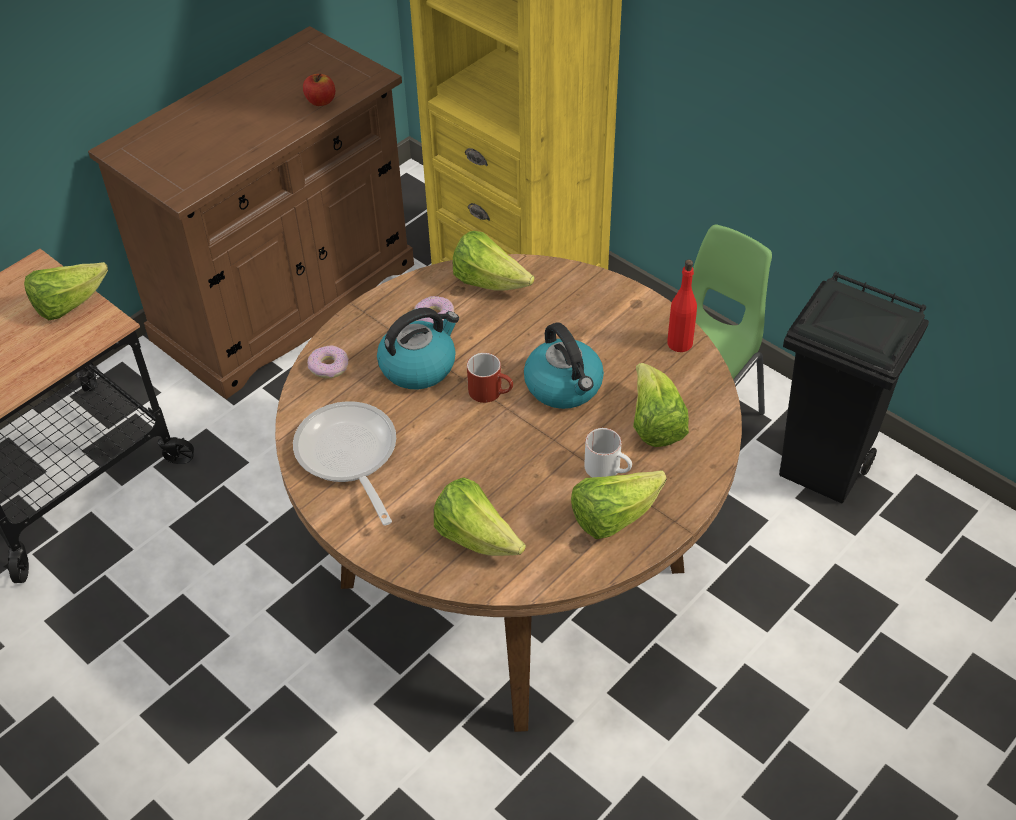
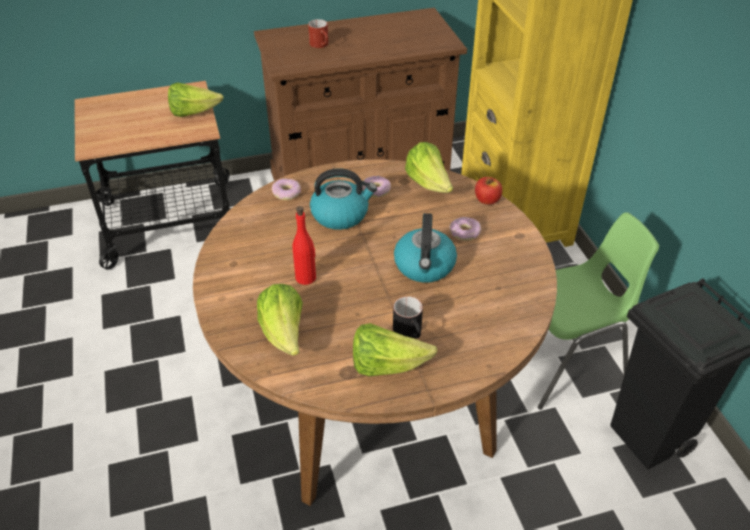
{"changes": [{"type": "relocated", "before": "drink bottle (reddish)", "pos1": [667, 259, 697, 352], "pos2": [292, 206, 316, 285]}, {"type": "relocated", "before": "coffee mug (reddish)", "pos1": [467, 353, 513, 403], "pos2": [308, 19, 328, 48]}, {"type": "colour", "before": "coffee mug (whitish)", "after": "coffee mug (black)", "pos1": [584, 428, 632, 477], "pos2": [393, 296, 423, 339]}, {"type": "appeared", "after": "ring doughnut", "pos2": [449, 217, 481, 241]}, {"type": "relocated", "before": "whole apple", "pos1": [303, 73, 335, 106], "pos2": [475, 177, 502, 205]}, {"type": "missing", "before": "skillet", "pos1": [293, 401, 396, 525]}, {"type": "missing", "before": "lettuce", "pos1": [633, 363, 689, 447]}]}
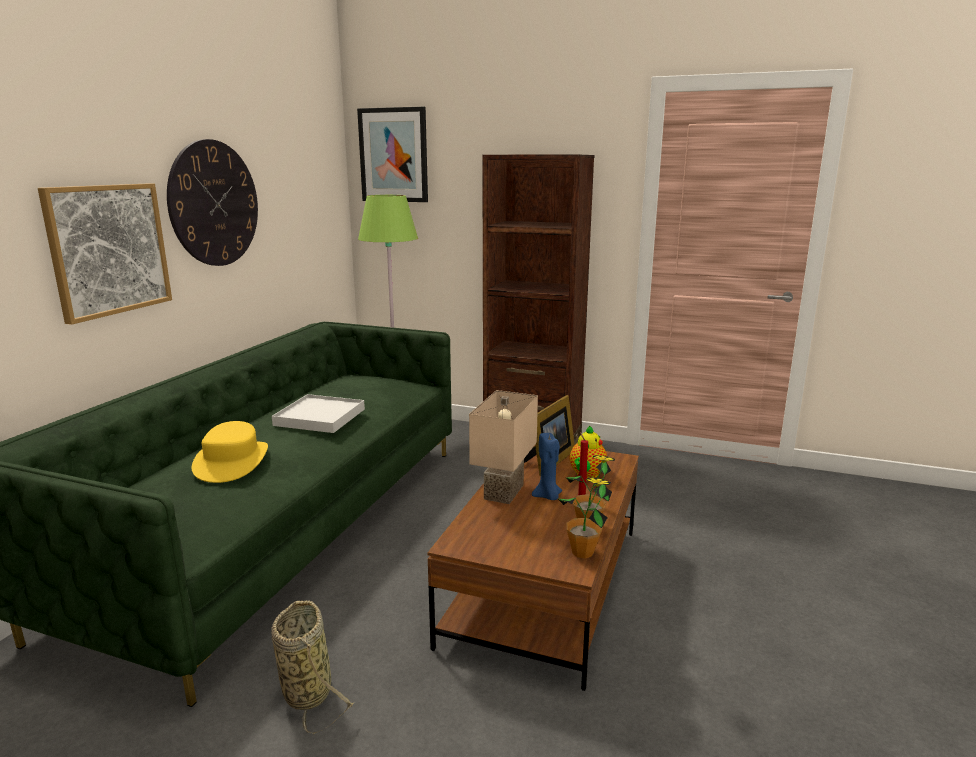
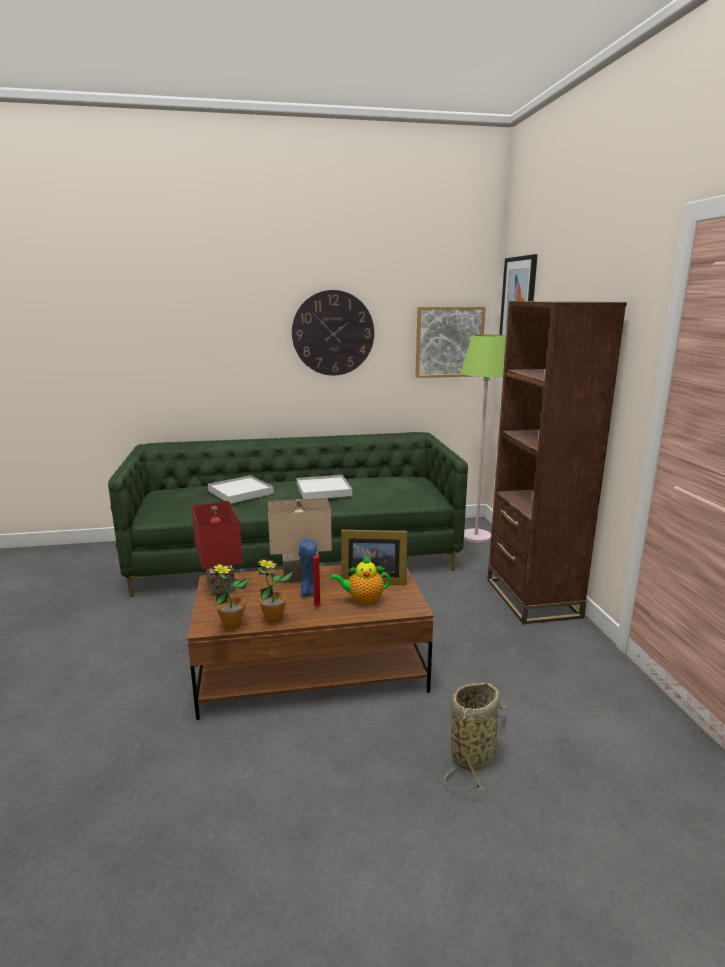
{"changes": [{"type": "appeared", "after": "tabletop lamp (reddish)", "pos2": [191, 501, 243, 597]}, {"type": "exchanged", "before": "clothing hat (yellow)", "after": "tray (whitish)", "pos1": [192, 421, 268, 483], "pos2": [208, 475, 274, 504]}, {"type": "relocated", "before": "wall picture", "pos1": [38, 183, 172, 325], "pos2": [416, 307, 486, 378]}, {"type": "relocated", "before": "basket", "pos1": [271, 601, 355, 734], "pos2": [444, 683, 506, 789]}]}
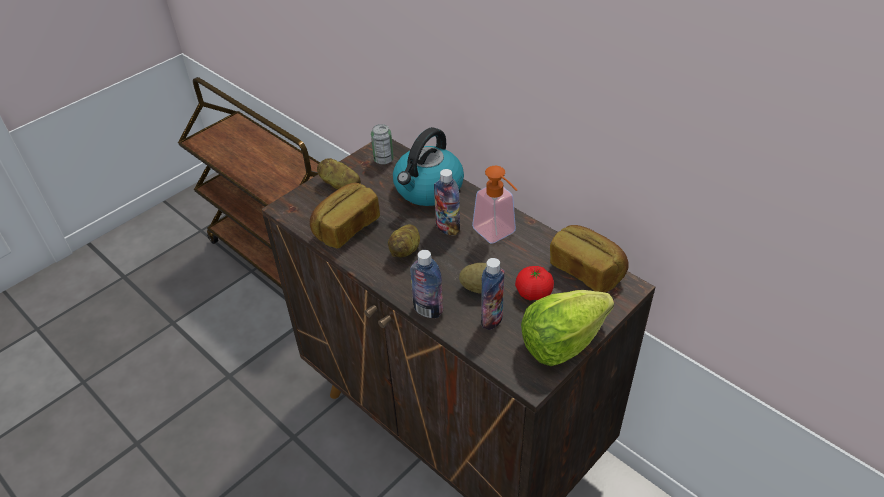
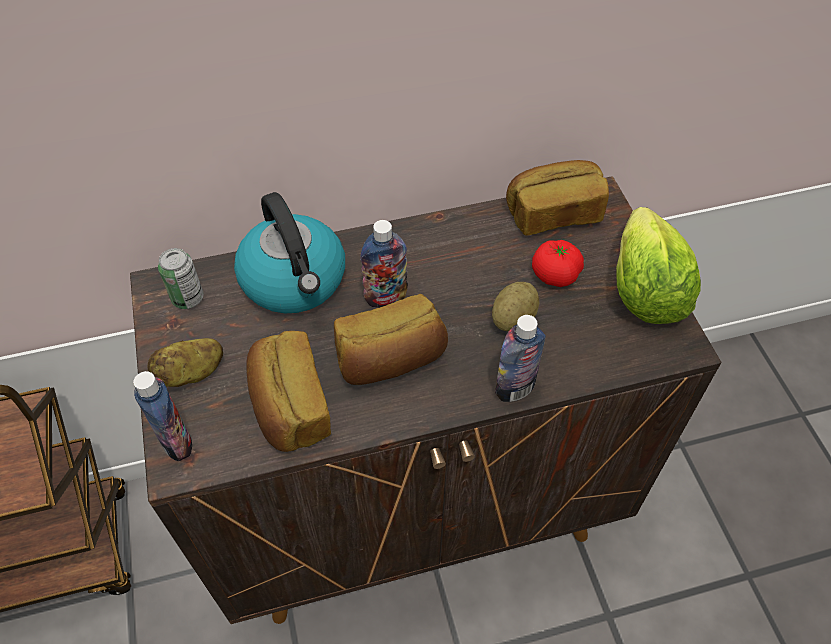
{"changes": [{"type": "relocated", "before": "drink bottle", "pos1": [481, 258, 505, 330], "pos2": [133, 371, 192, 461]}, {"type": "exchanged", "before": "whole potato", "after": "bakery bread", "pos1": [388, 224, 420, 258], "pos2": [334, 294, 448, 385]}, {"type": "missing", "before": "soap bottle", "pos1": [472, 166, 517, 244]}]}
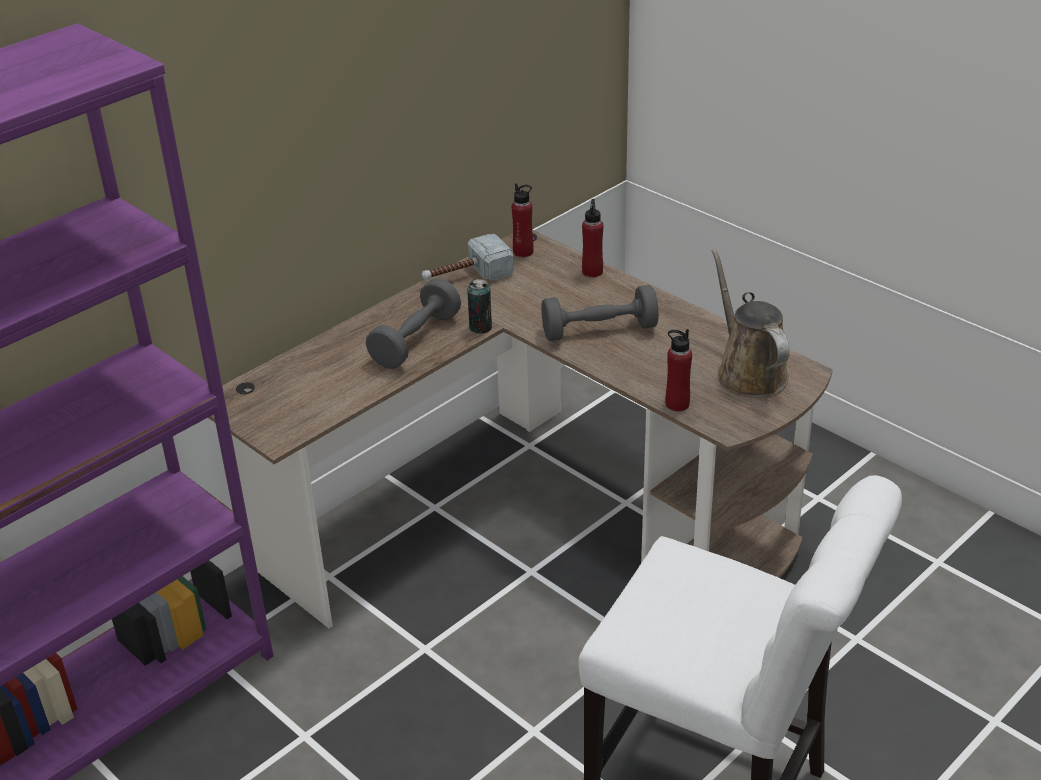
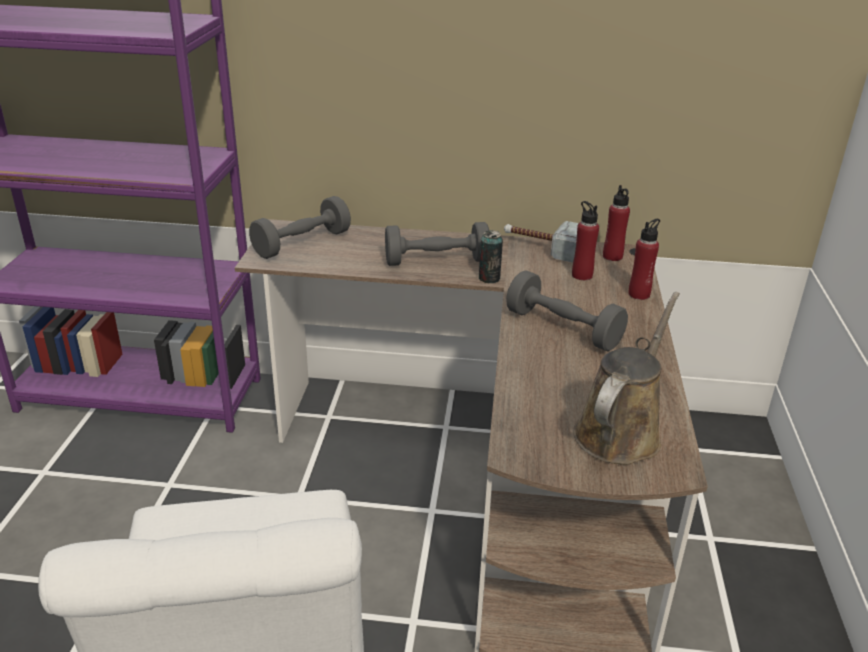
{"changes": [{"type": "appeared", "after": "dumbbell (grey)", "pos2": [249, 196, 351, 259]}, {"type": "relocated", "before": "drink bottle (reddish)", "pos1": [665, 329, 692, 411], "pos2": [572, 201, 599, 280]}]}
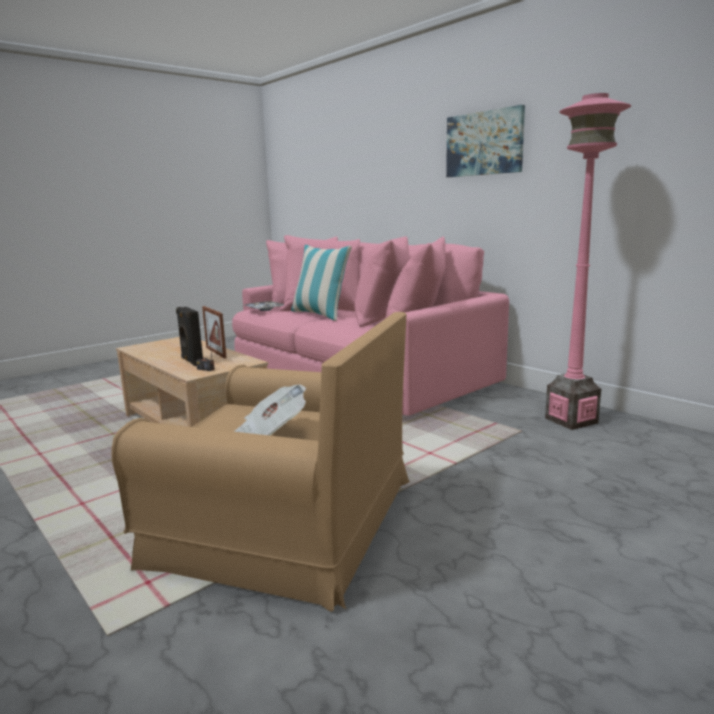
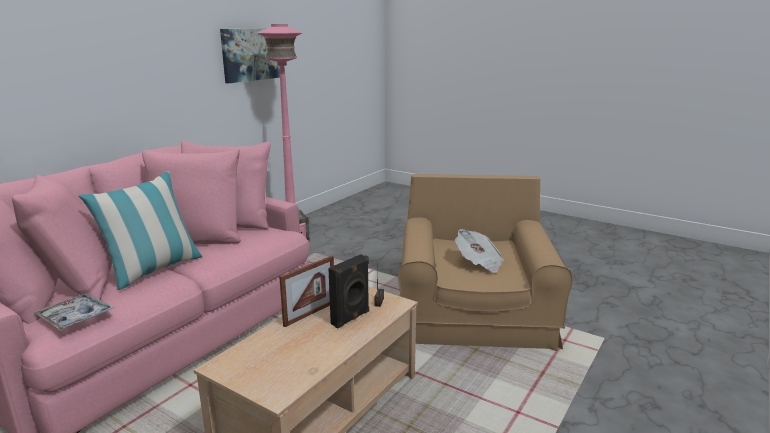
{"changes": [{"type": "relocated", "before": "wall picture", "pos1": [446, 105, 525, 177], "pos2": [220, 28, 280, 84]}]}
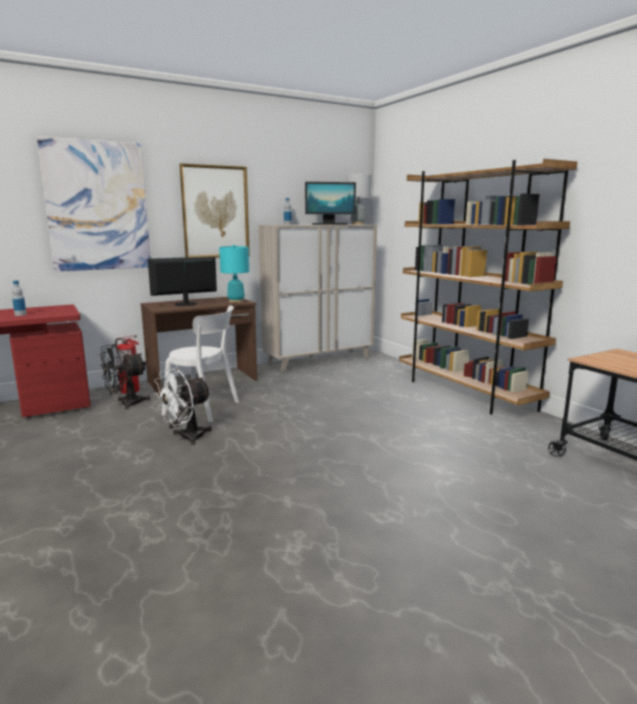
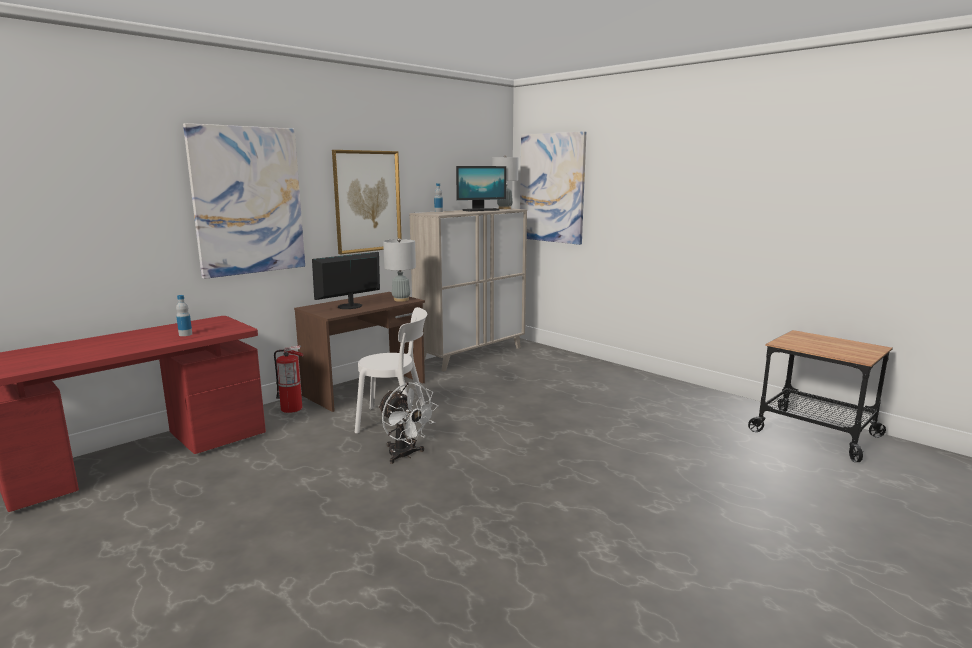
{"changes": [{"type": "spun", "before": "cooling fan (whitish)", "pos1": [154, 368, 212, 445], "pos2": [378, 382, 439, 464], "turn": -75}, {"type": "colour", "before": "tabletop lamp (turquoise)", "after": "tabletop lamp (grey)", "pos1": [219, 244, 249, 303], "pos2": [383, 238, 416, 302]}, {"type": "appeared", "after": "wall picture", "pos2": [520, 131, 586, 245]}, {"type": "missing", "before": "cooling fan (black)", "pos1": [100, 344, 150, 410]}, {"type": "missing", "before": "bookshelf (brownish)", "pos1": [399, 159, 577, 415]}]}
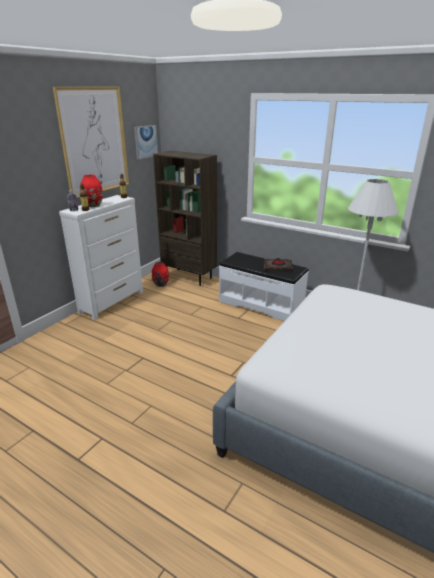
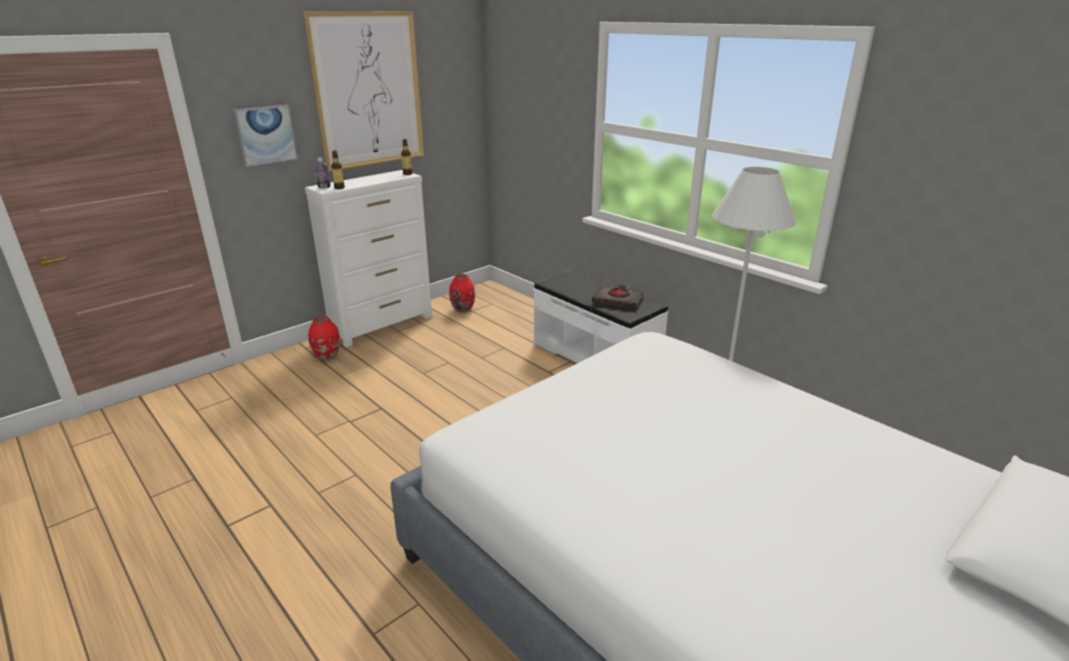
{"changes": [{"type": "relocated", "before": "wall picture", "pos1": [134, 125, 158, 160], "pos2": [233, 105, 298, 167]}, {"type": "relocated", "before": "decorative vase (reddish)", "pos1": [80, 175, 103, 207], "pos2": [308, 316, 340, 361]}, {"type": "missing", "before": "bookshelf (brownish)", "pos1": [153, 151, 217, 286]}]}
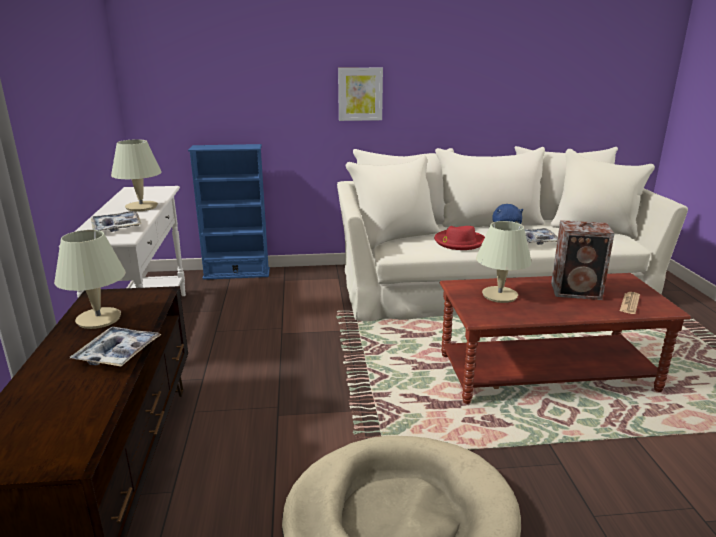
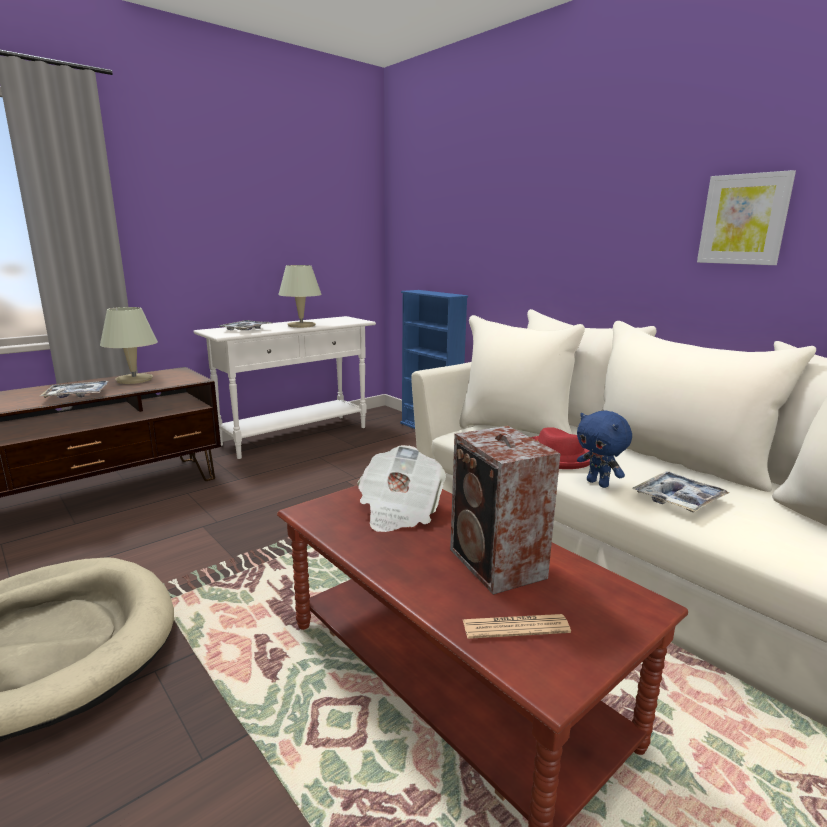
{"changes": [{"type": "exchanged", "before": "tabletop lamp (beige-coloured)", "after": "printed paper", "pos1": [476, 221, 532, 303], "pos2": [358, 445, 446, 532]}, {"type": "relocated", "before": "wall picture", "pos1": [338, 68, 383, 121], "pos2": [697, 170, 796, 265]}]}
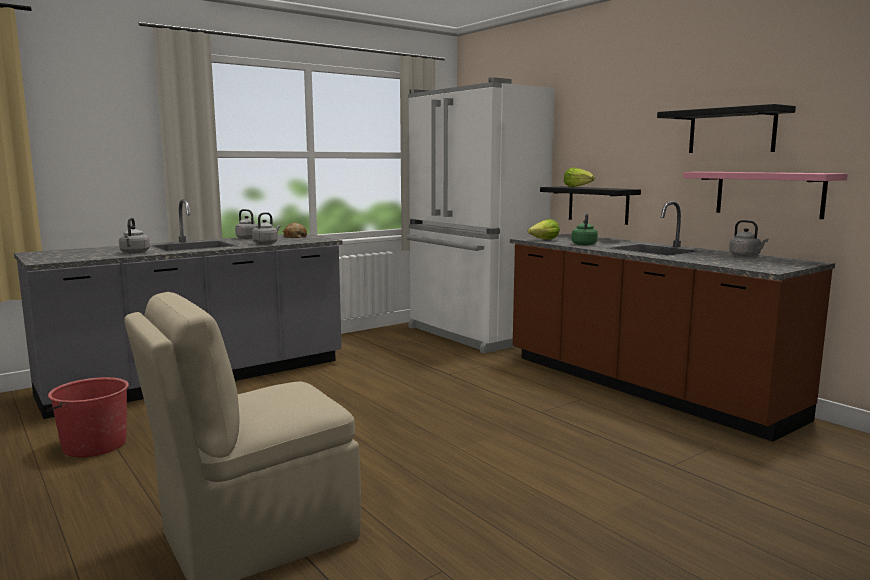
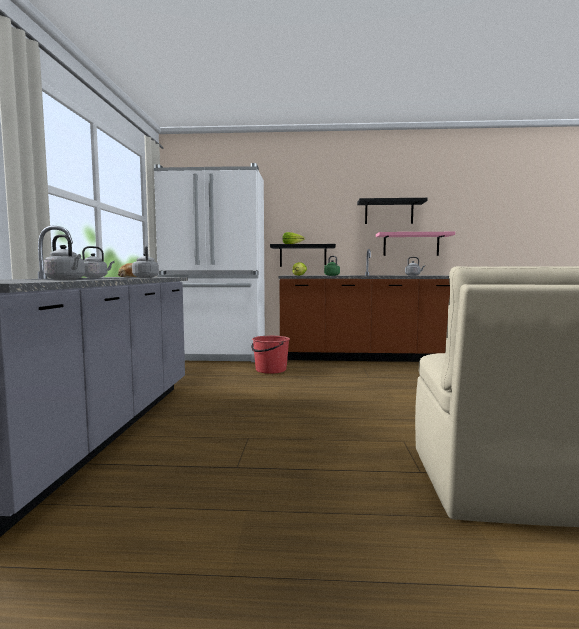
{"changes": [{"type": "relocated", "before": "bucket (reddish)", "pos1": [47, 377, 129, 457], "pos2": [251, 336, 290, 374]}]}
